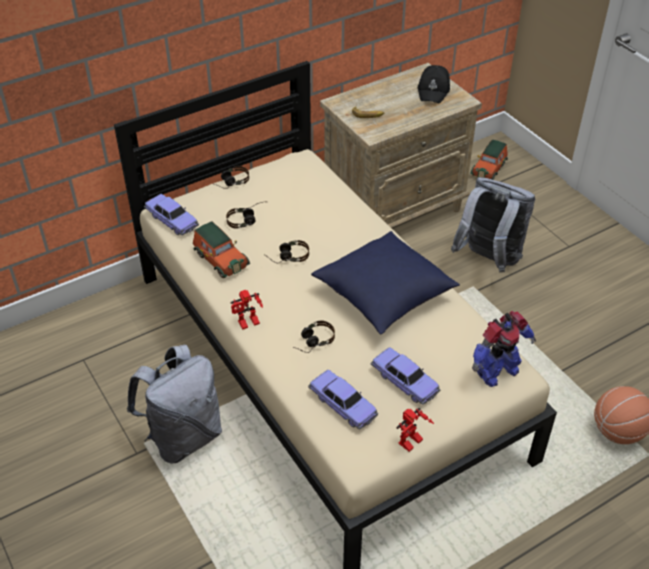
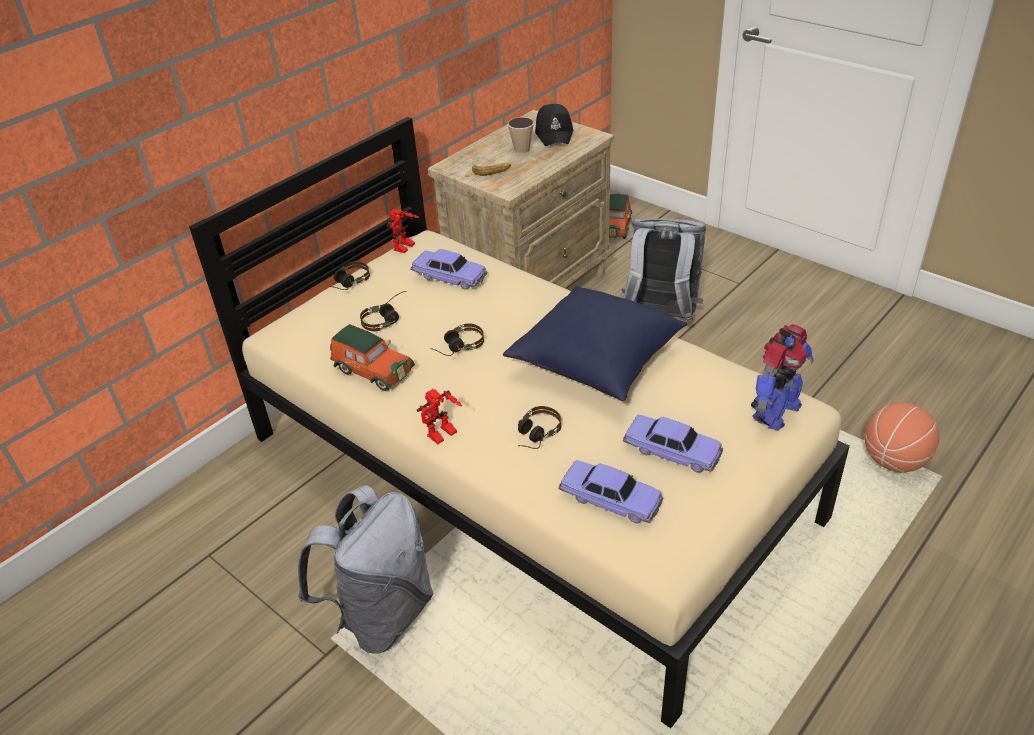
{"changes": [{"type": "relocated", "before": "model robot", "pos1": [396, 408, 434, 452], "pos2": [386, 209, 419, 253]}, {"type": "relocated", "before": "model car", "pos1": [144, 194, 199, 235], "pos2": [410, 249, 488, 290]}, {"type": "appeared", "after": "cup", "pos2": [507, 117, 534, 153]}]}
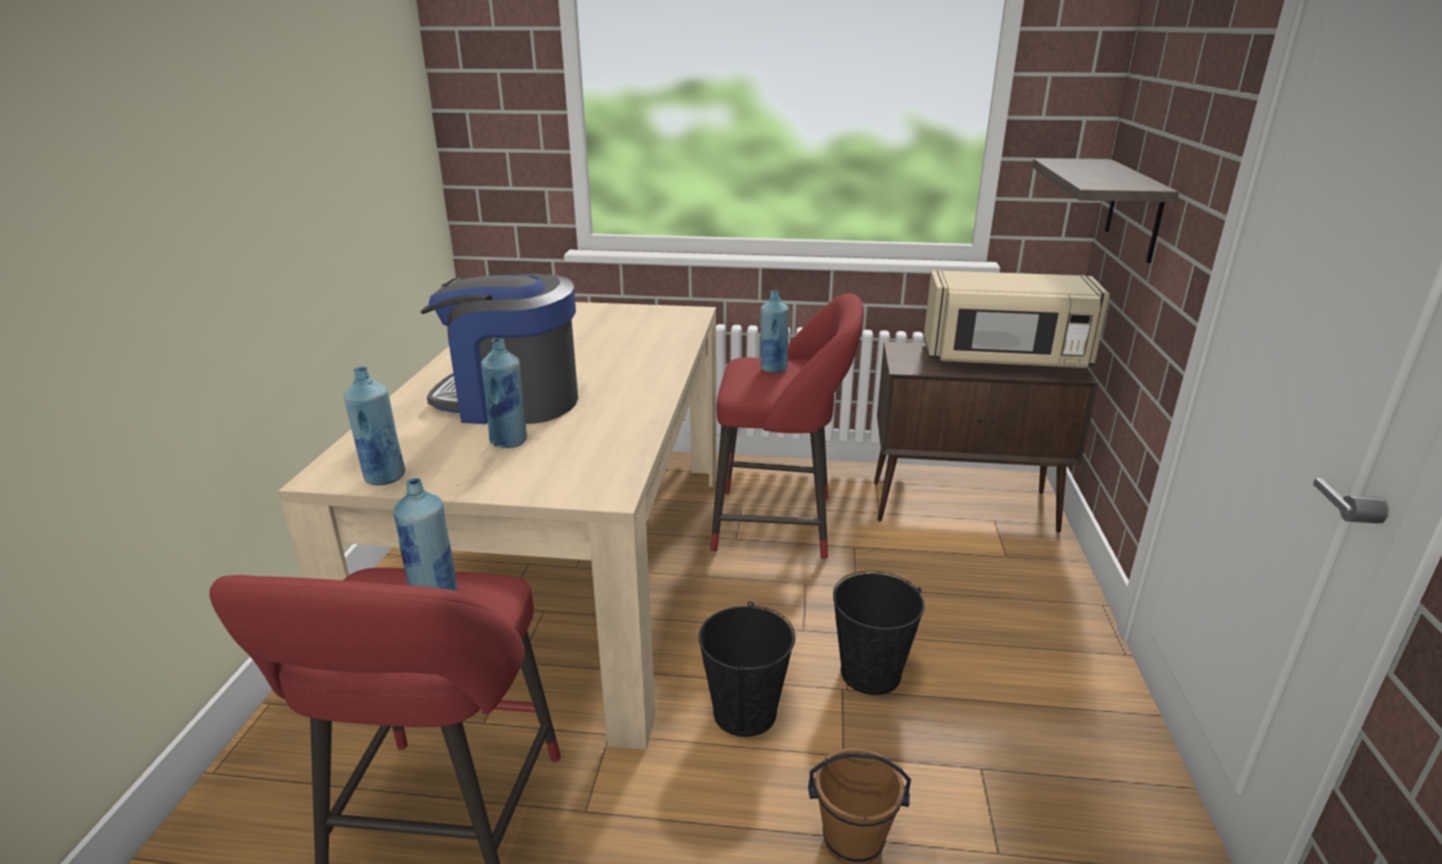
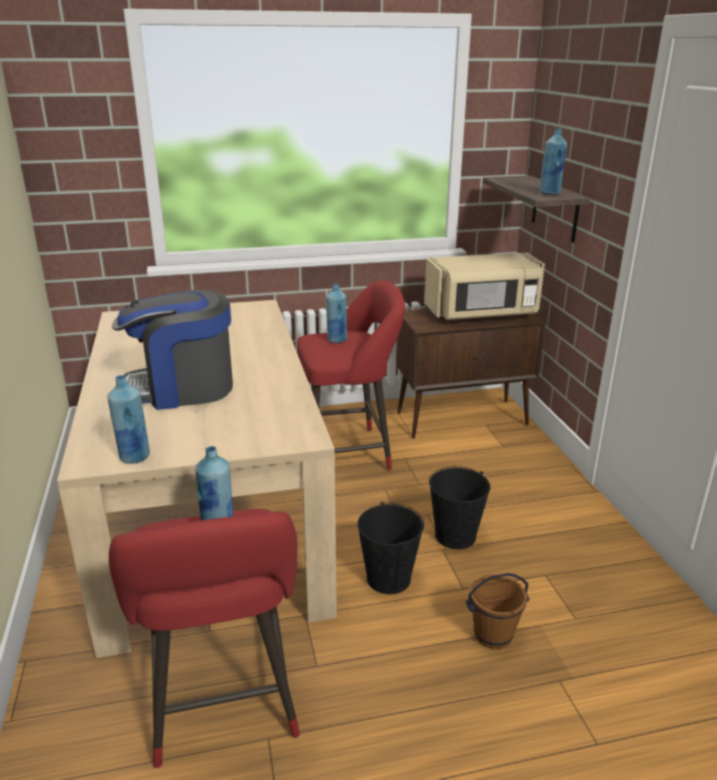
{"changes": [{"type": "relocated", "before": "drink bottle (bluish)", "pos1": [481, 338, 527, 448], "pos2": [539, 129, 567, 194]}]}
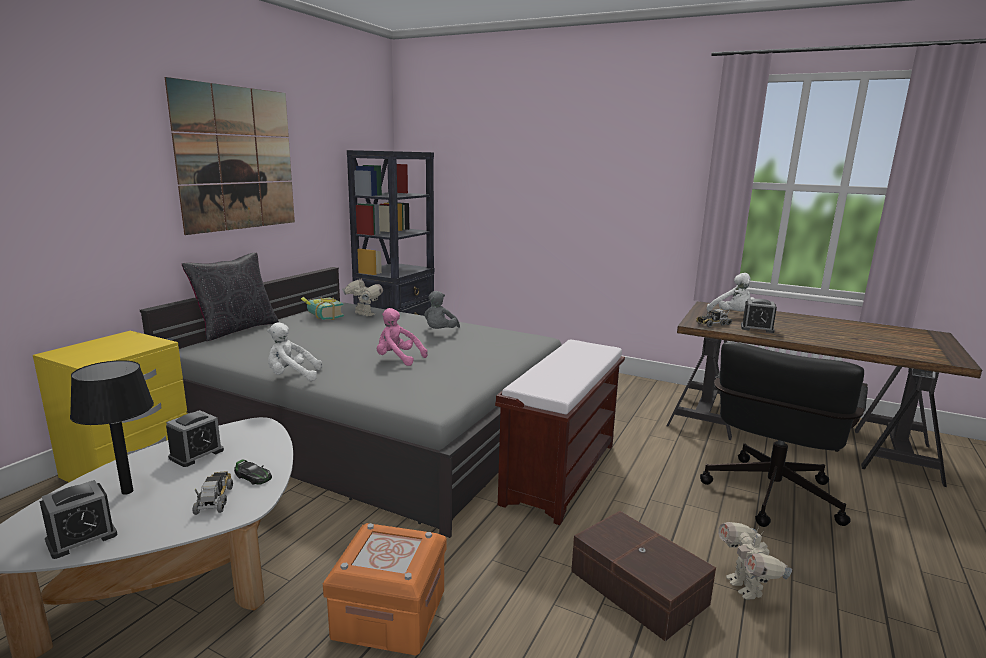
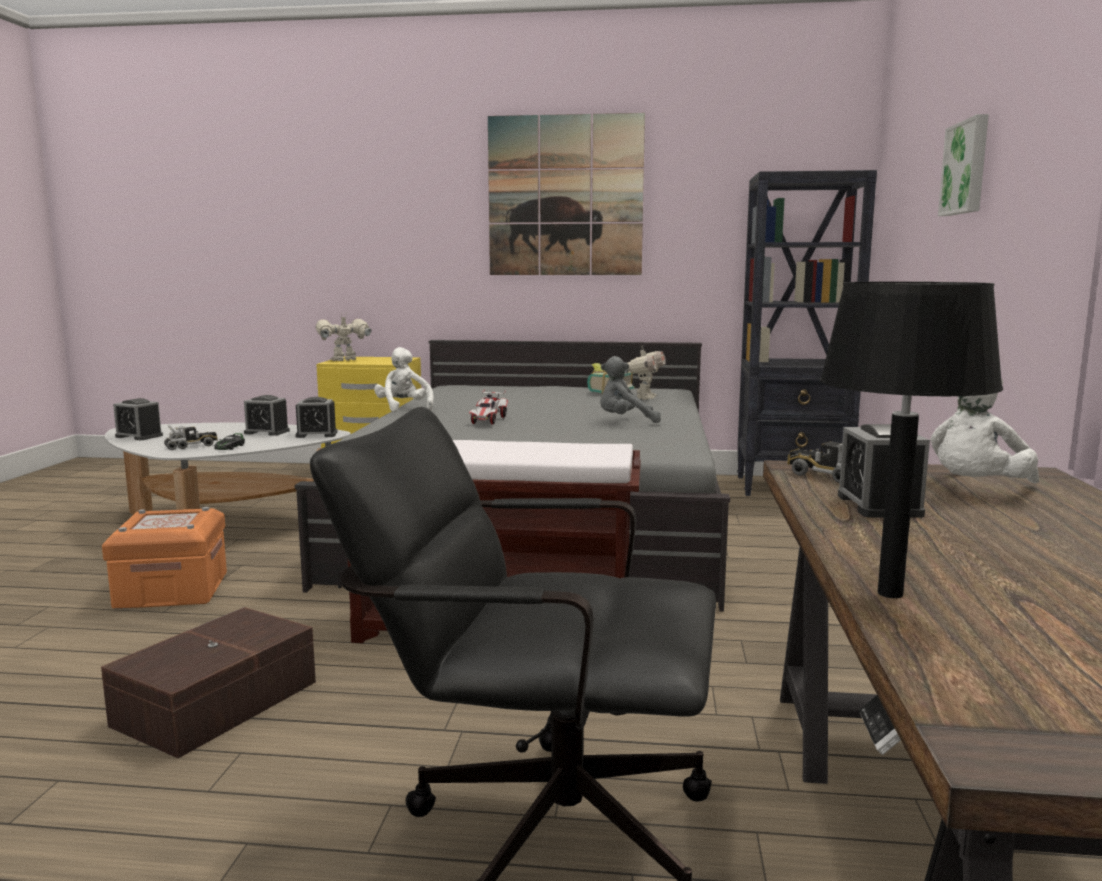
{"changes": [{"type": "appeared", "after": "bedside clock", "pos2": [295, 397, 338, 438]}, {"type": "relocated", "before": "model robot", "pos1": [718, 522, 792, 599], "pos2": [316, 314, 371, 361]}, {"type": "exchanged", "before": "plush toy (pink)", "after": "model car", "pos1": [377, 308, 428, 366], "pos2": [469, 389, 508, 425]}, {"type": "relocated", "before": "tabletop lamp (black)", "pos1": [70, 360, 154, 495], "pos2": [820, 282, 1003, 598]}, {"type": "appeared", "after": "wall picture", "pos2": [938, 114, 989, 216]}, {"type": "missing", "before": "pillow (black)", "pos1": [182, 253, 279, 341]}]}
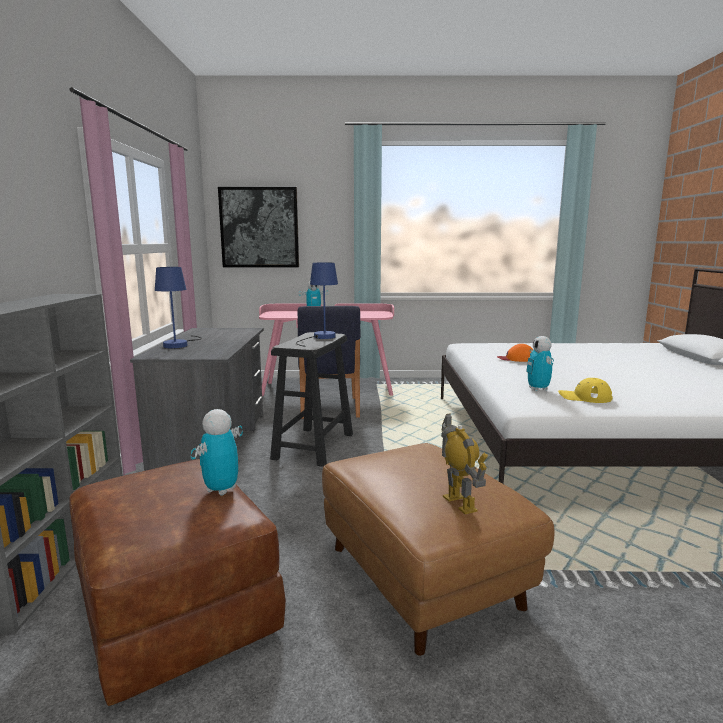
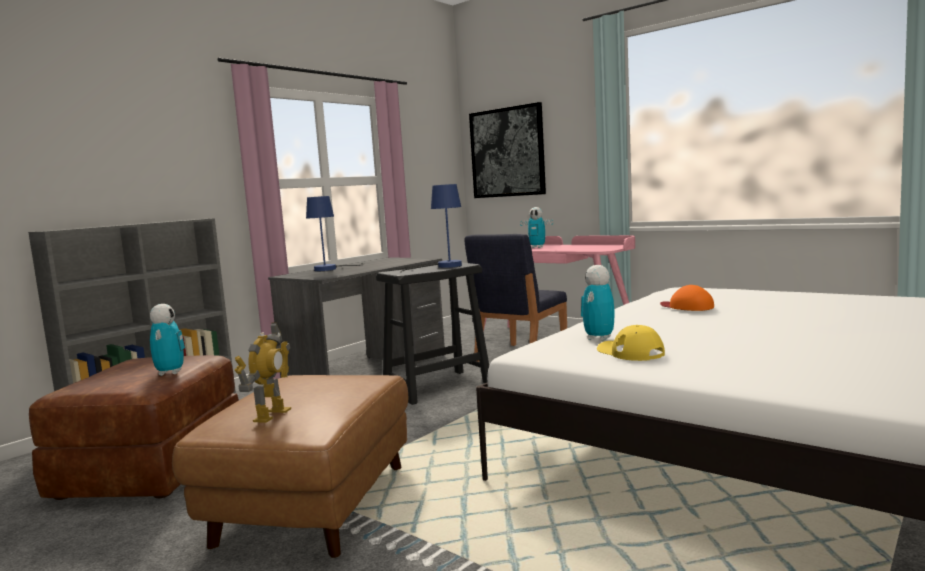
{"changes": [{"type": "spun", "before": "model robot", "pos1": [191, 409, 243, 496], "pos2": [150, 304, 185, 376], "turn": 105}]}
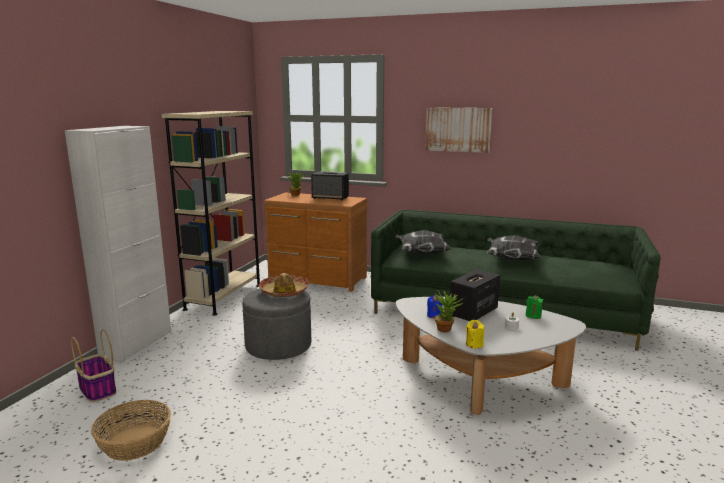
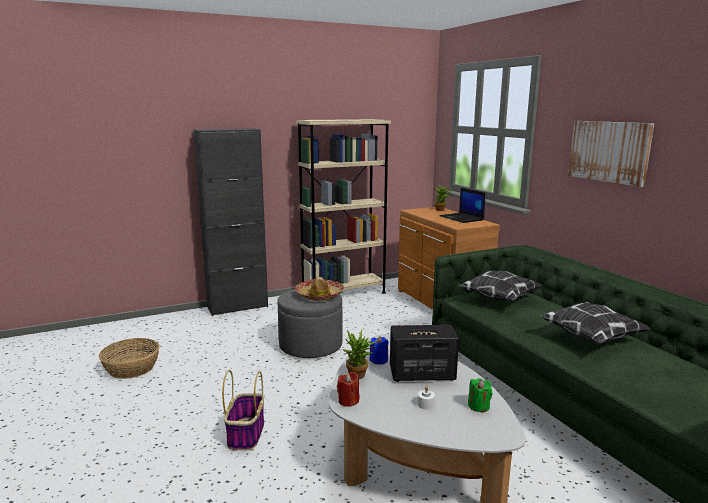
{"changes": [{"type": "colour", "before": "storage cabinet (whitish)", "after": "storage cabinet (black)", "pos1": [65, 126, 171, 362], "pos2": [194, 128, 268, 316]}, {"type": "relocated", "before": "basket", "pos1": [71, 329, 116, 402], "pos2": [222, 370, 264, 450]}, {"type": "colour", "before": "wax light (yellow)", "after": "wax light (reddish)", "pos1": [466, 320, 484, 348], "pos2": [337, 372, 359, 407]}, {"type": "exchanged", "before": "audio speaker", "after": "notebook computer", "pos1": [311, 172, 349, 200], "pos2": [439, 188, 486, 223]}]}
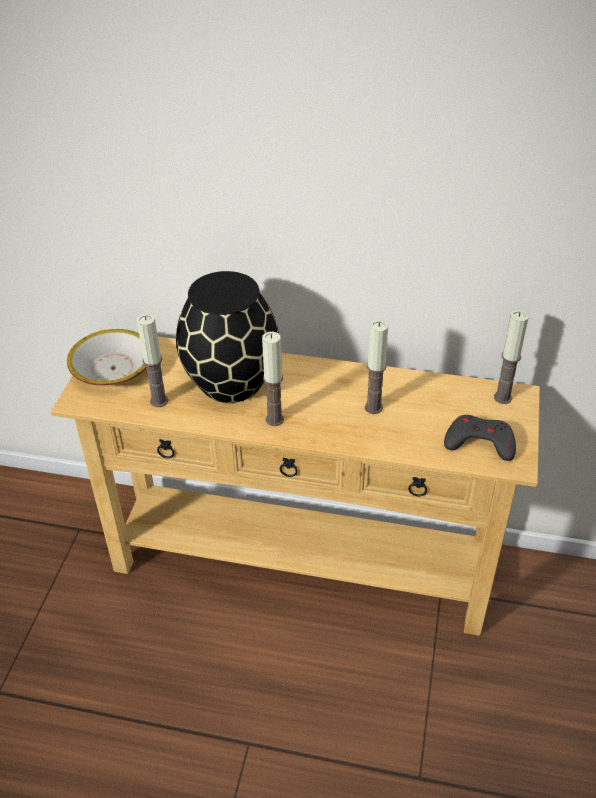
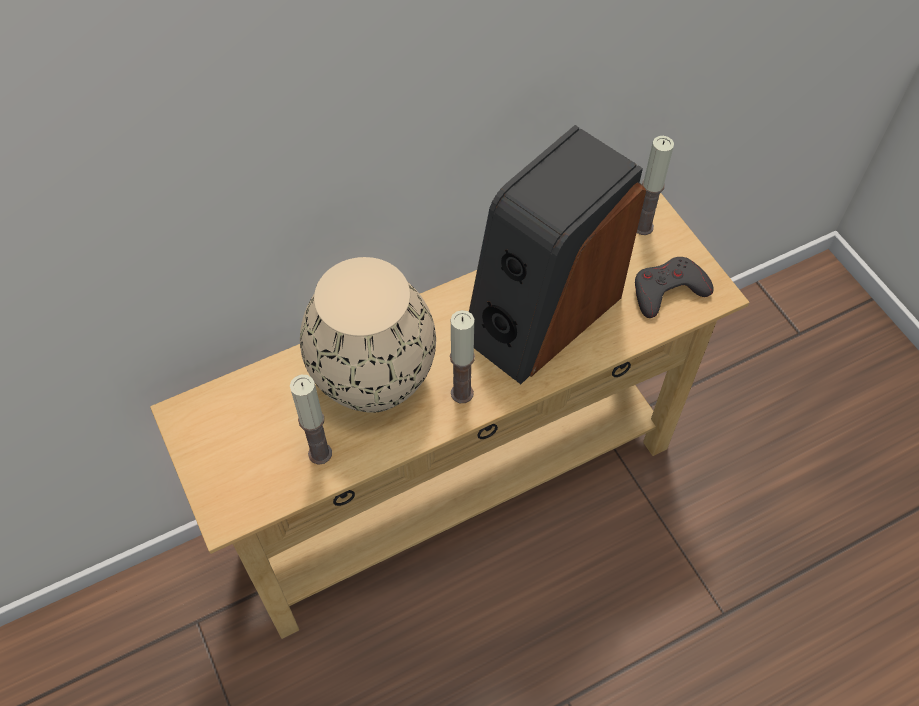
{"changes": [{"type": "colour", "before": "decorative vase (black)", "after": "decorative vase (beige-coloured)", "pos1": [176, 271, 279, 403], "pos2": [300, 257, 436, 413]}, {"type": "exchanged", "before": "wax light", "after": "audio speaker", "pos1": [365, 320, 388, 414], "pos2": [469, 125, 646, 384]}, {"type": "missing", "before": "deep dish", "pos1": [67, 329, 146, 386]}]}
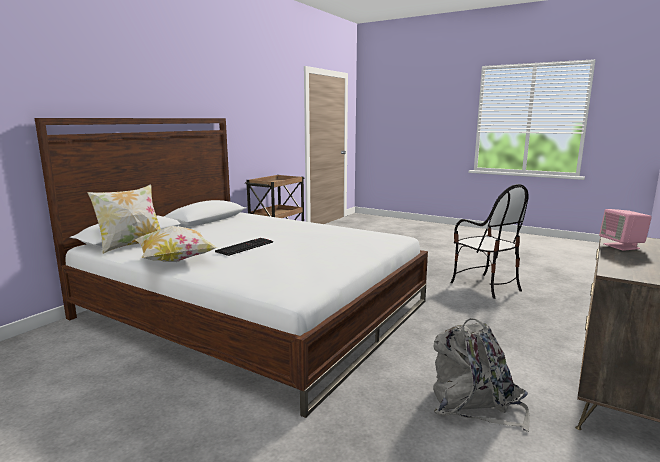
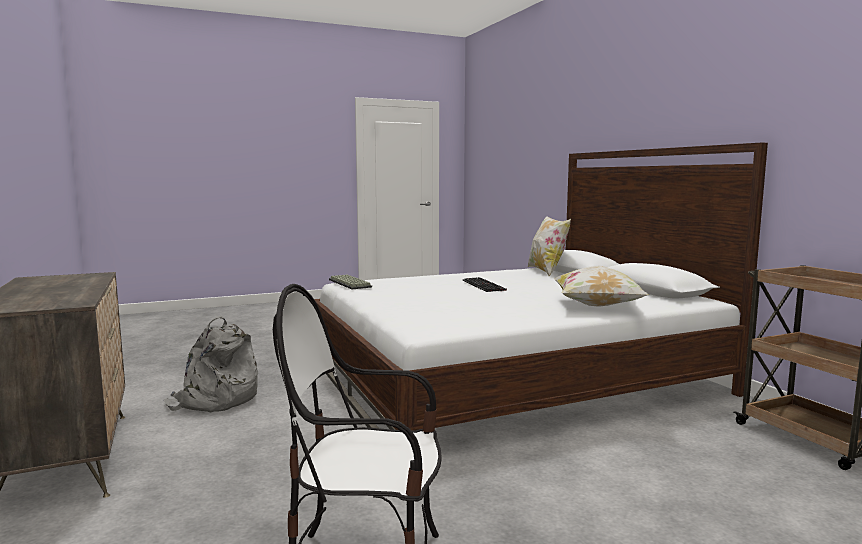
{"changes": [{"type": "appeared", "after": "computer keyboard", "pos2": [329, 275, 372, 289]}, {"type": "relocated", "before": "pillow", "pos1": [136, 226, 218, 262], "pos2": [554, 266, 649, 307]}, {"type": "missing", "before": "audio speaker (pink)", "pos1": [599, 209, 652, 251]}]}
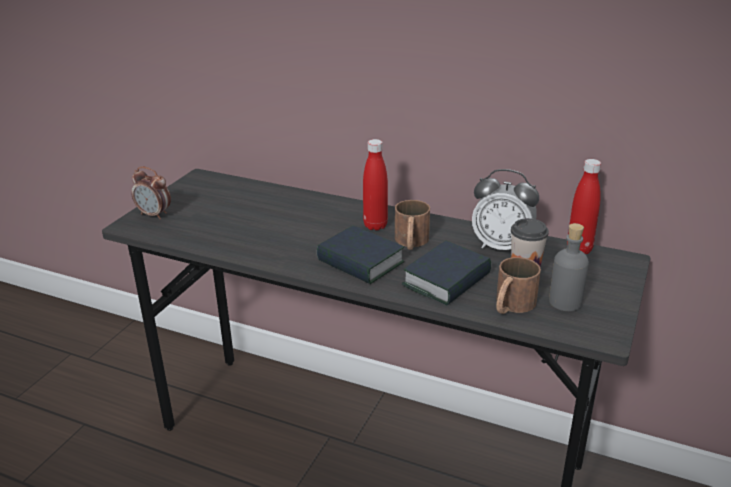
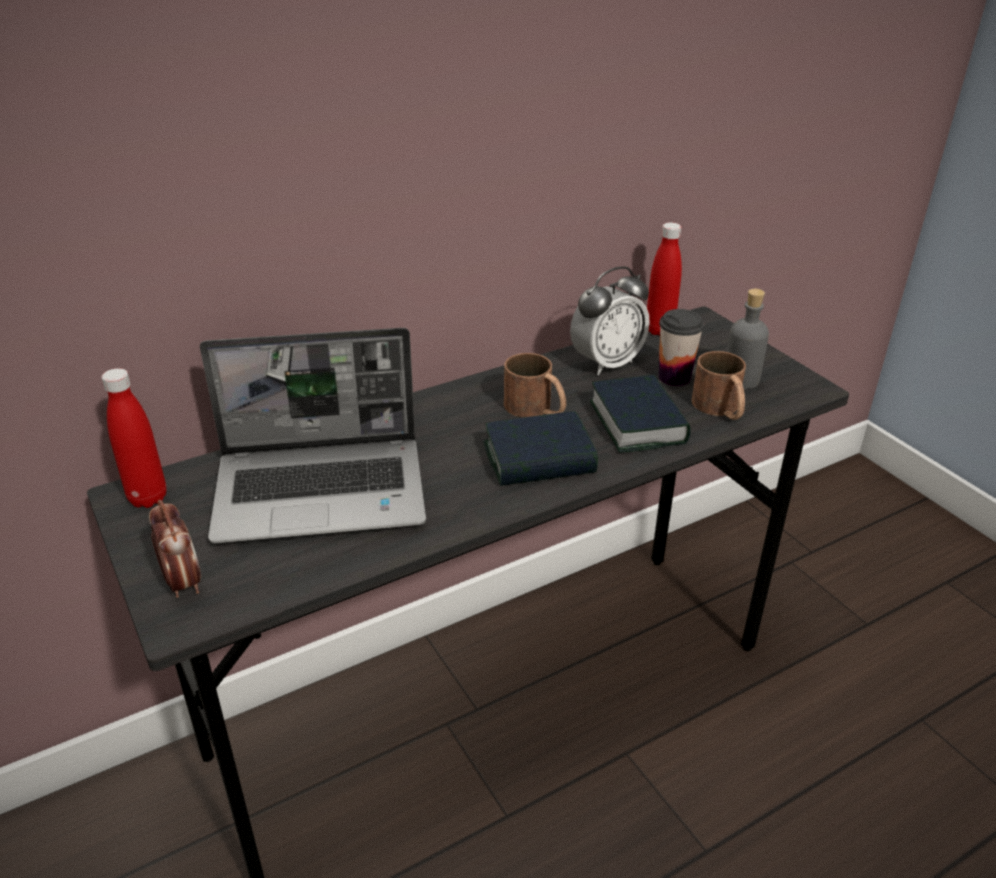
{"changes": [{"type": "relocated", "before": "drink bottle (reddish)", "pos1": [363, 139, 388, 230], "pos2": [102, 368, 166, 508]}, {"type": "spun", "before": "bedside clock", "pos1": [131, 167, 171, 219], "pos2": [149, 500, 201, 598], "turn": -90}, {"type": "appeared", "after": "notebook computer", "pos2": [200, 328, 426, 543]}]}
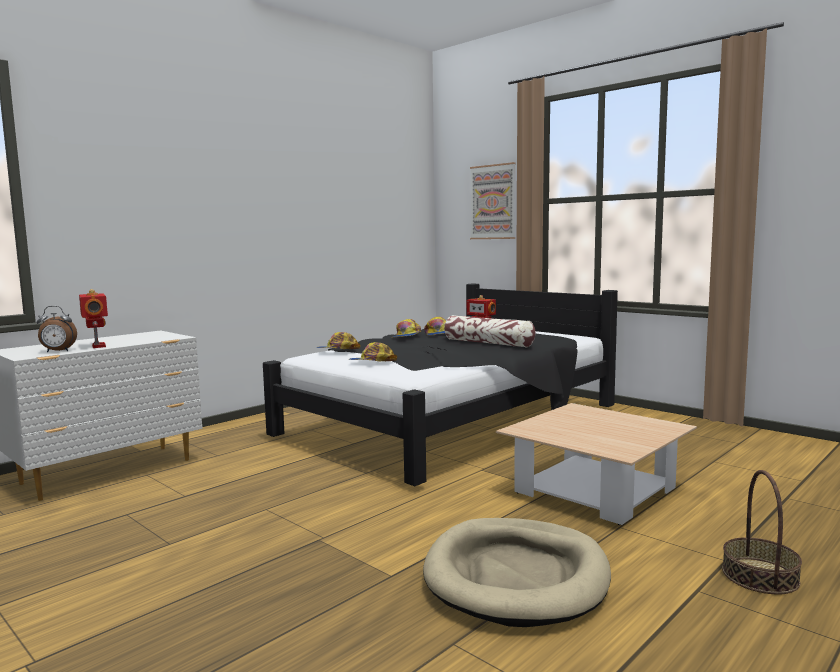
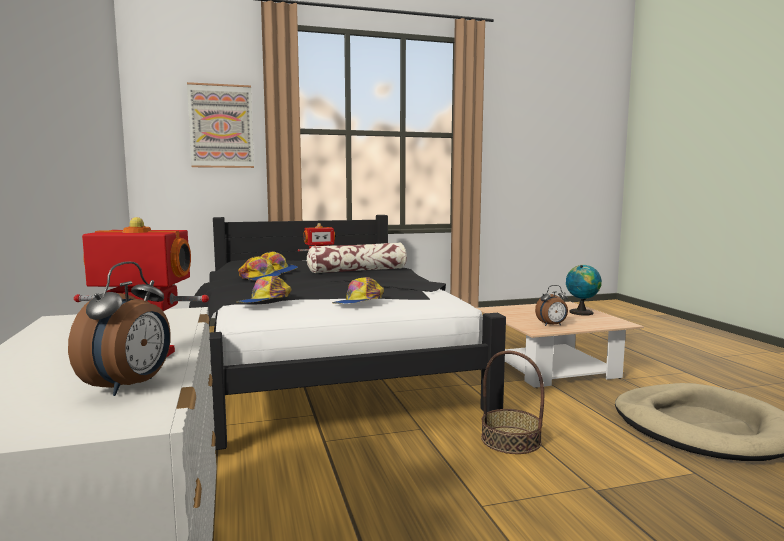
{"changes": [{"type": "relocated", "before": "basket", "pos1": [722, 470, 802, 594], "pos2": [481, 351, 544, 454]}, {"type": "appeared", "after": "bedside clock", "pos2": [535, 285, 568, 326]}, {"type": "appeared", "after": "desk globe", "pos2": [566, 265, 602, 315]}]}
